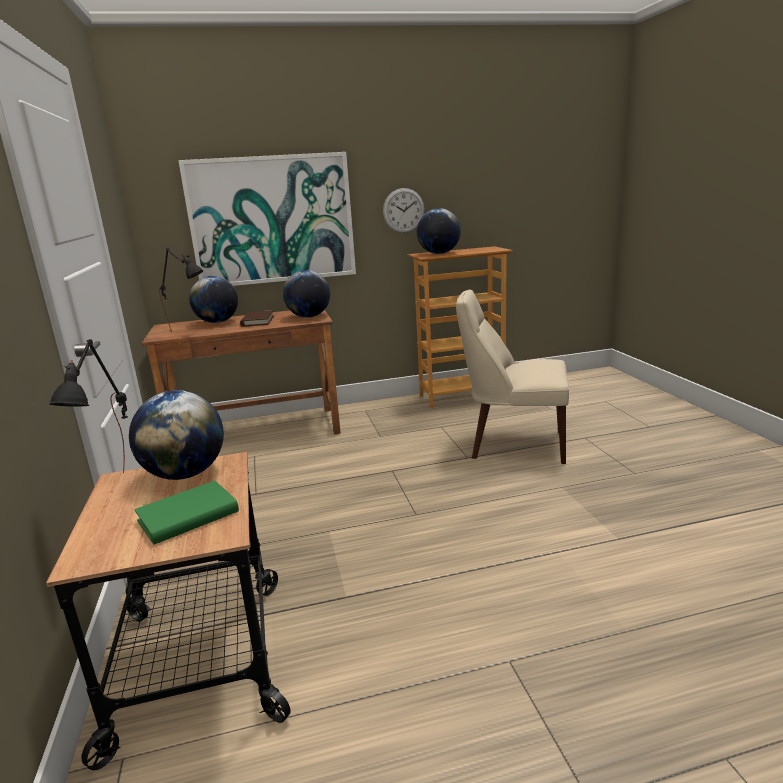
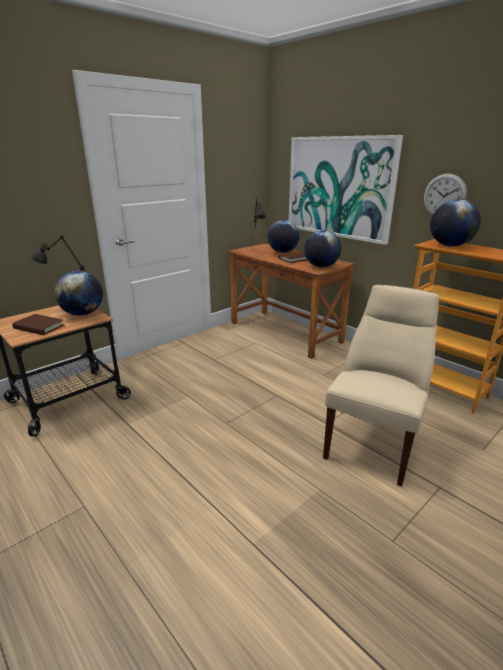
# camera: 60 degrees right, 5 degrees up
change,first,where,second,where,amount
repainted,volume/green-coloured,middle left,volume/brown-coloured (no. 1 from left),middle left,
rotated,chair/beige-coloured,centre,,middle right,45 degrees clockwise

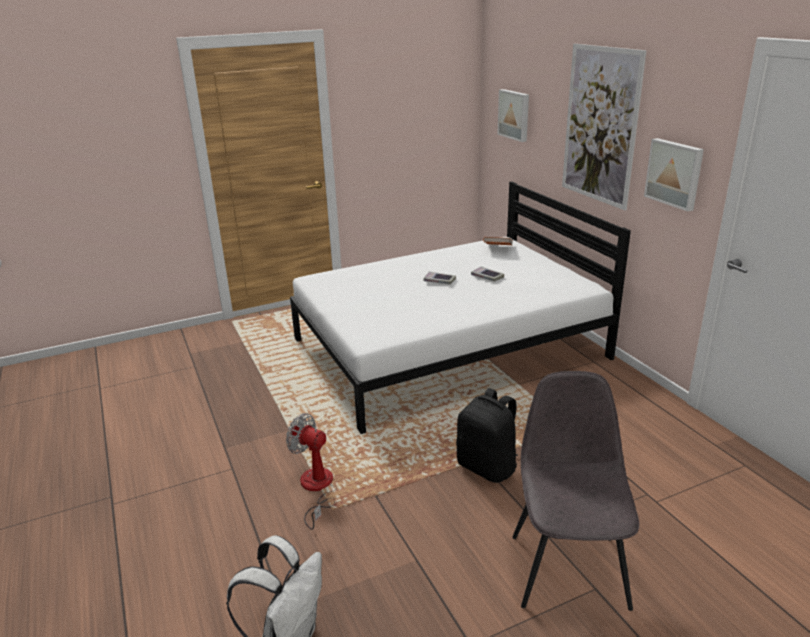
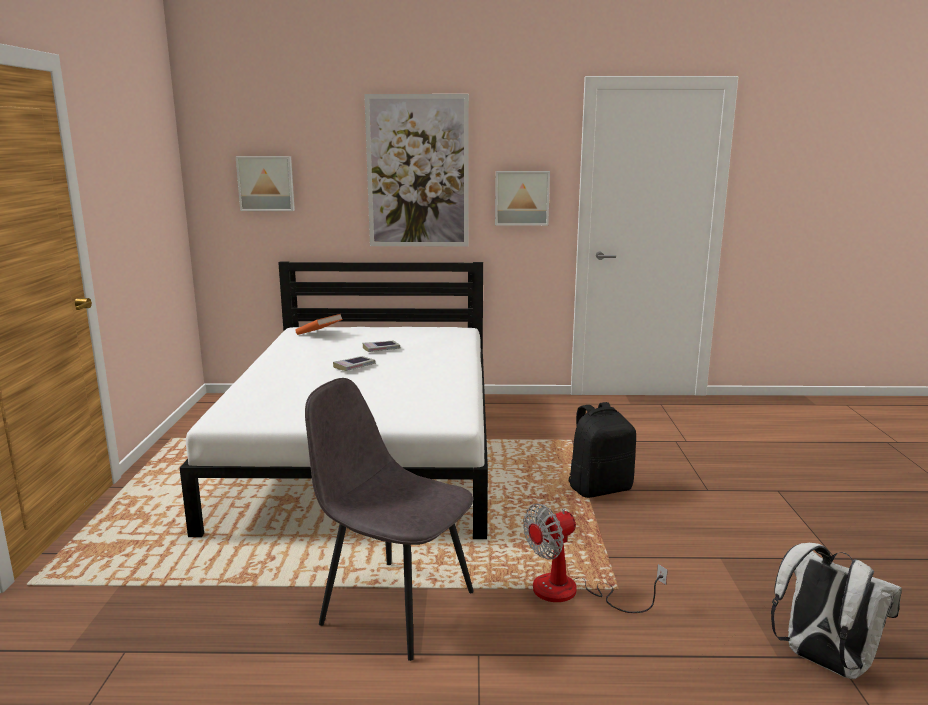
# camera: 65 degrees left, 10 degrees down
change,first,where,second,where,amount
shifted,chair/greyish,bottom right,,bottom centre,

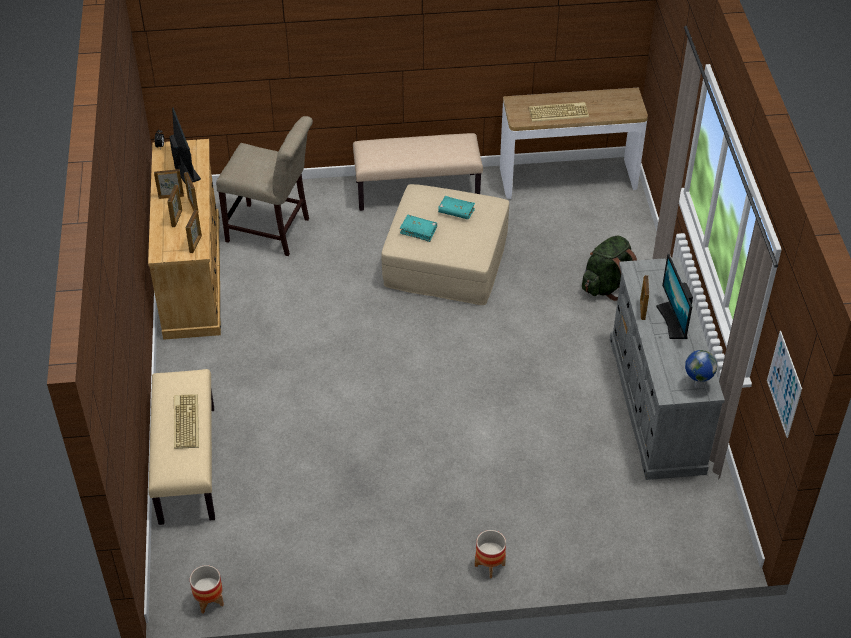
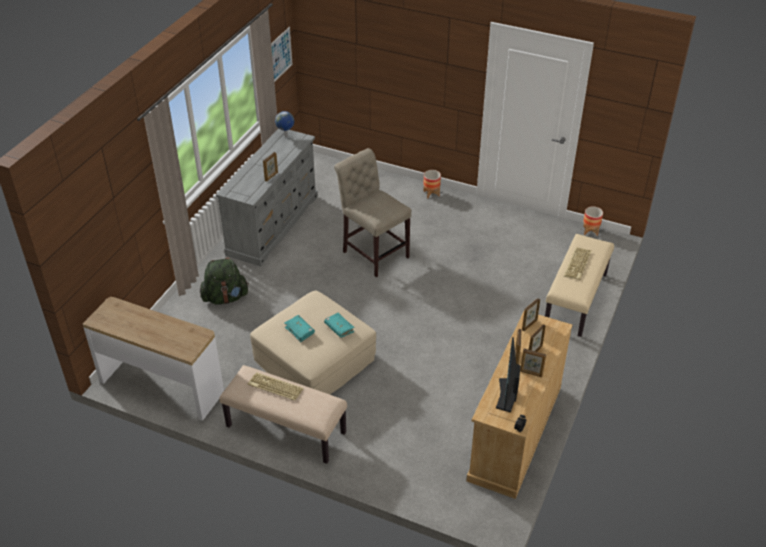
# camera: 150 degrees left, 5 degrees down
change,first,where,second,where,amount
gone,computer display (no. 2 from left),middle right,,,
shifted,chair/beige-coloured,top left,,centre,
shifted,PC keyboard (no. 2 from left in the first image),top centre,PC keyboard (no. 1 from left),bottom centre,

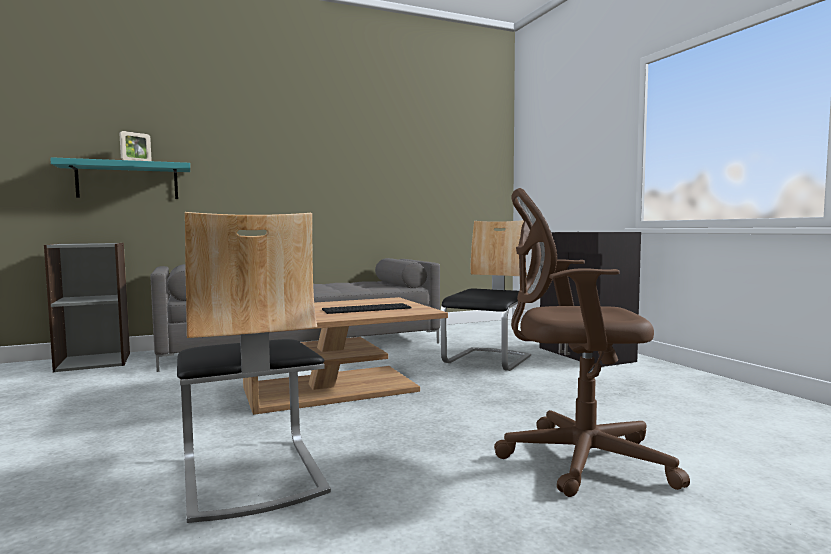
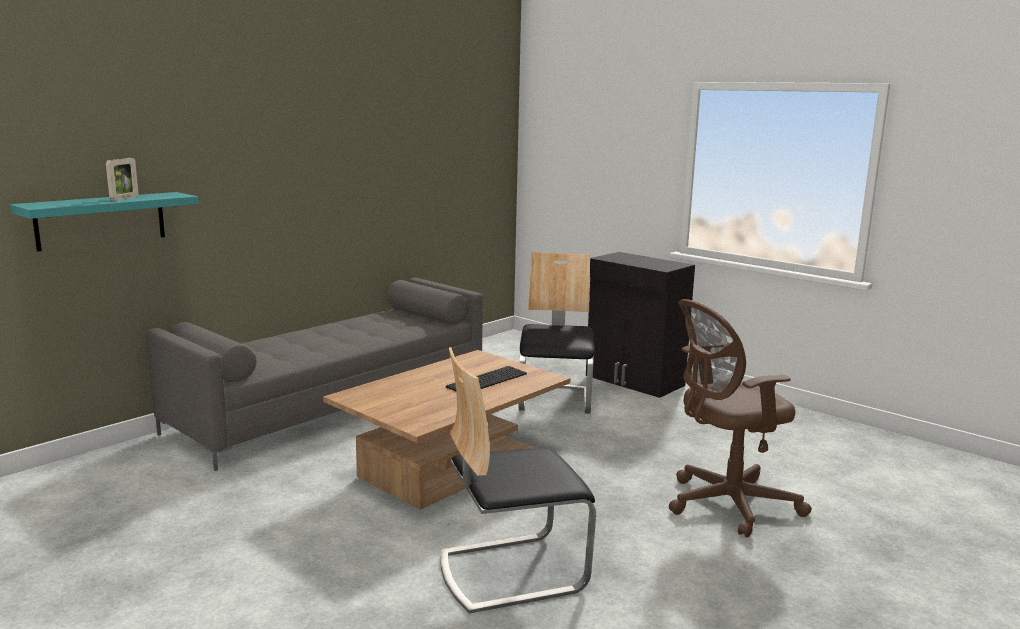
# camera: 25 degrees left, 10 degrees up
change,first,where,second,where,amount
gone,bookcase/greyish,middle left,,,
rotated,chair (no. 1 from left),middle left,,bottom centre,120 degrees clockwise

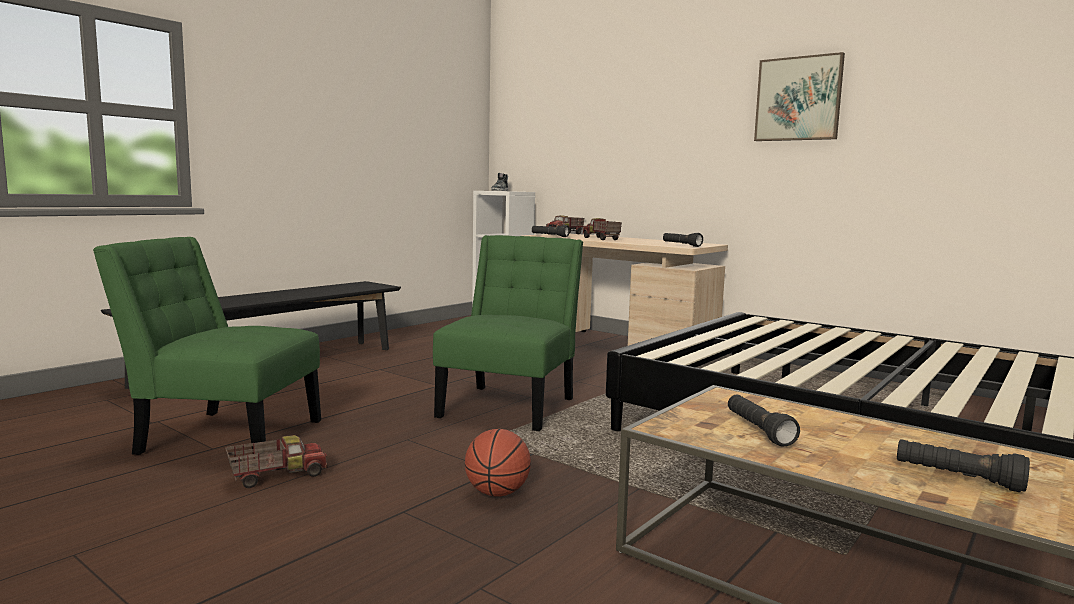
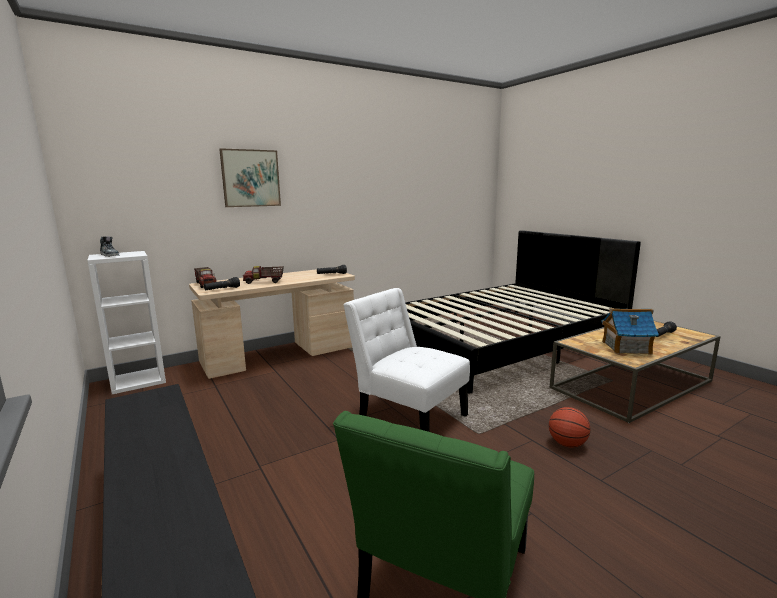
# camera: 70 degrees left, 5 degrees up
change,first,where,second,where,amount
gone,toy truck (no. 1 from left),bottom left,,,
shifted,wall art,top right,,top left,
swapped,hand torch/black (no. 3 from left),bottom right,toy house,middle right,
repainted,chair/green-coloured (no. 2 from left),centre,chair/whitish,centre,

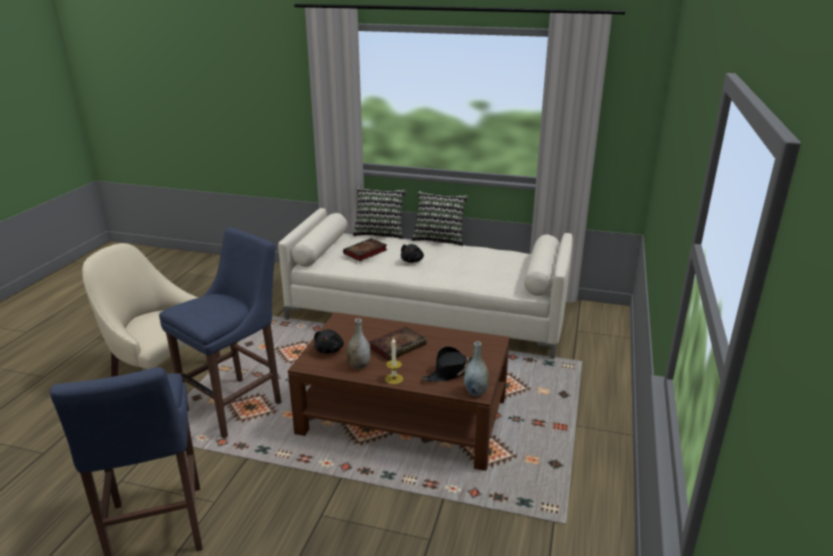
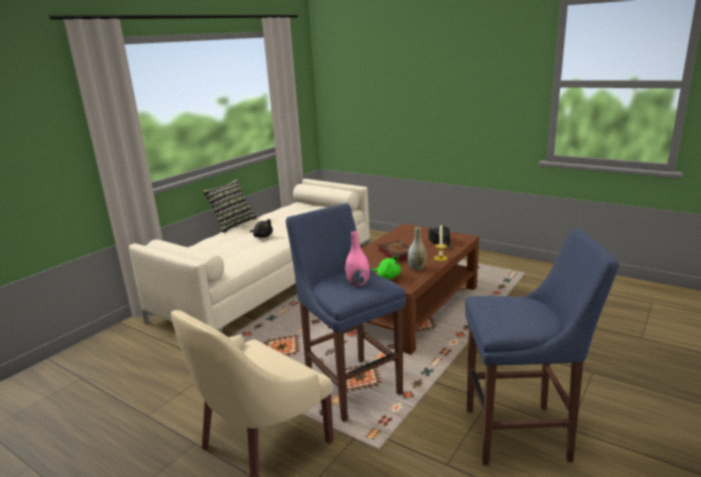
# camera: 70 degrees left, 5 degrees down
change,first,where,second,where,amount
gone,volume (no. 1 from left),centre,,,
gone,cushion (no. 1 from left),centre,,,
gone,decorative vase/greyish (no. 2 from left),centre,,,
new,,,decorative vase/pink,centre,
repainted,soft toy/black (no. 1 from left),centre,soft toy/green-coloured,centre,

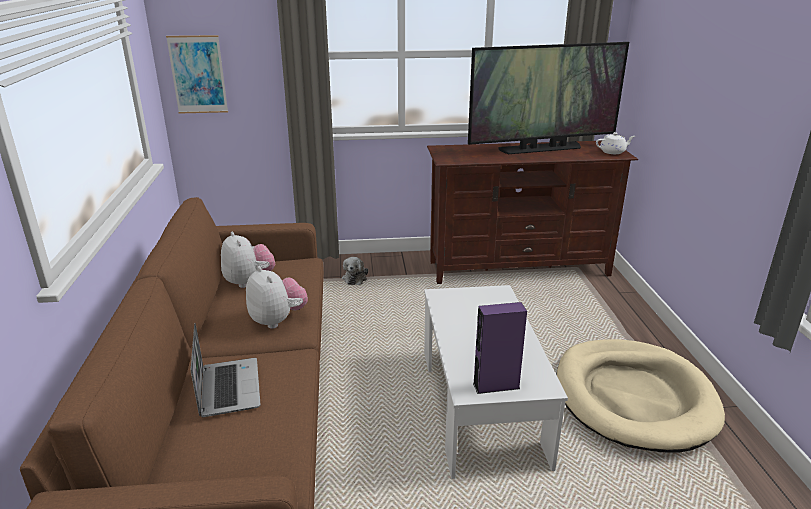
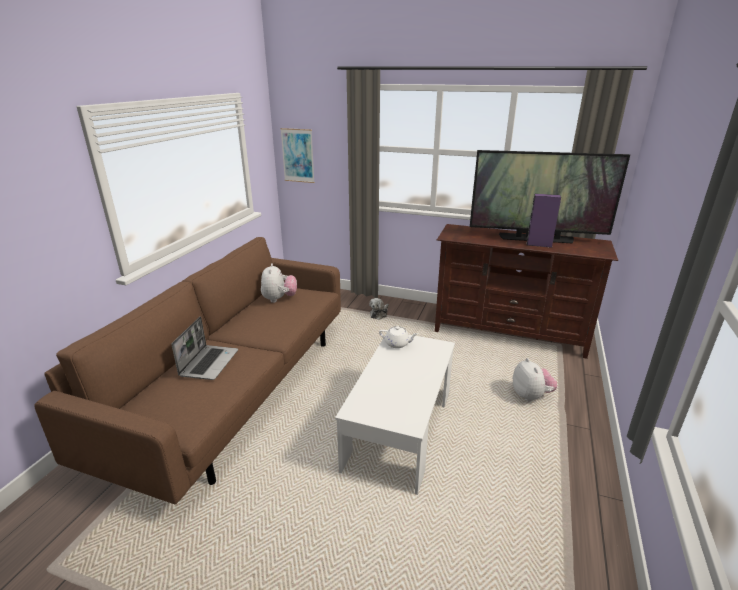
# camera: 25 degrees right, 0 degrees up
change,first,where,second,where,amount
gone,pet bed/beige-coloured,bottom right,,,
shifted,soft toy (no. 2 from left in the first image),centre,soft toy (no. 3 from left),middle right,
shifted,loudspeaker/purple-coloured,bottom centre,,middle right,
shifted,pot for tea/whitish,top right,,centre,

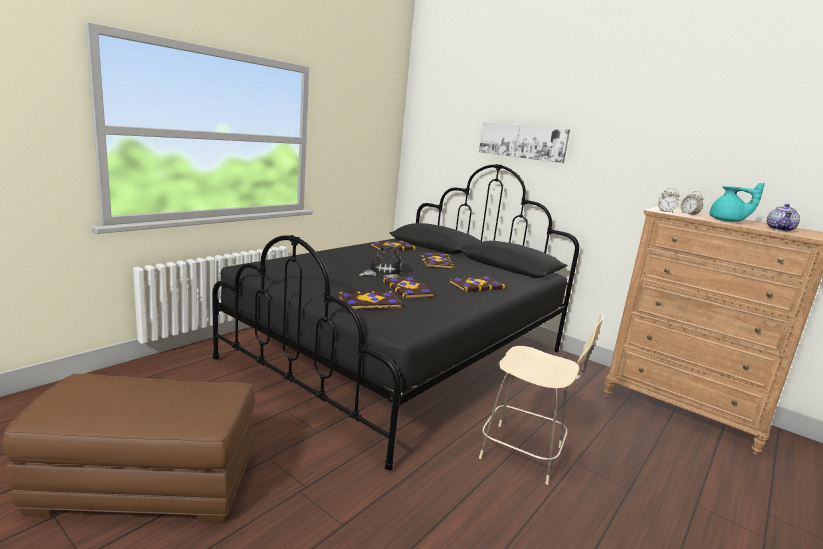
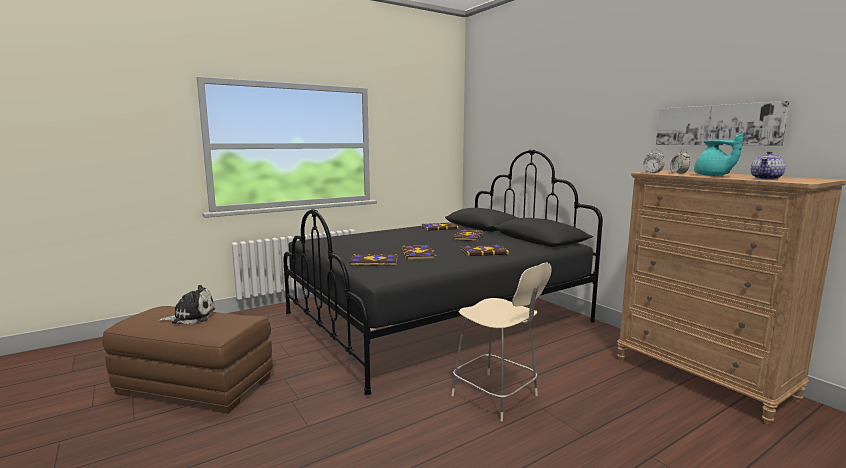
# camera: 20 degrees right, 5 degrees down
change,first,where,second,where,amount
shifted,soft toy,centre,,middle left,
shifted,wall art,top centre,,top right,

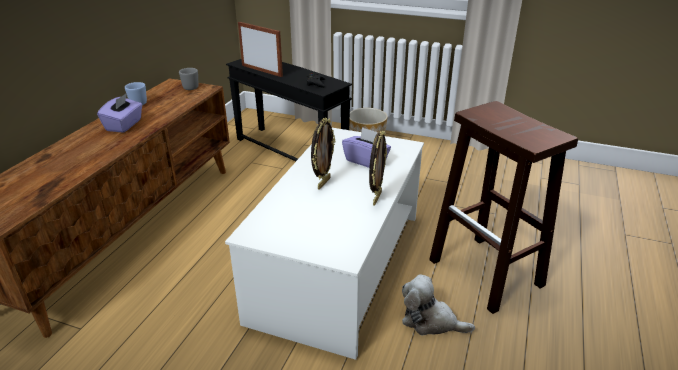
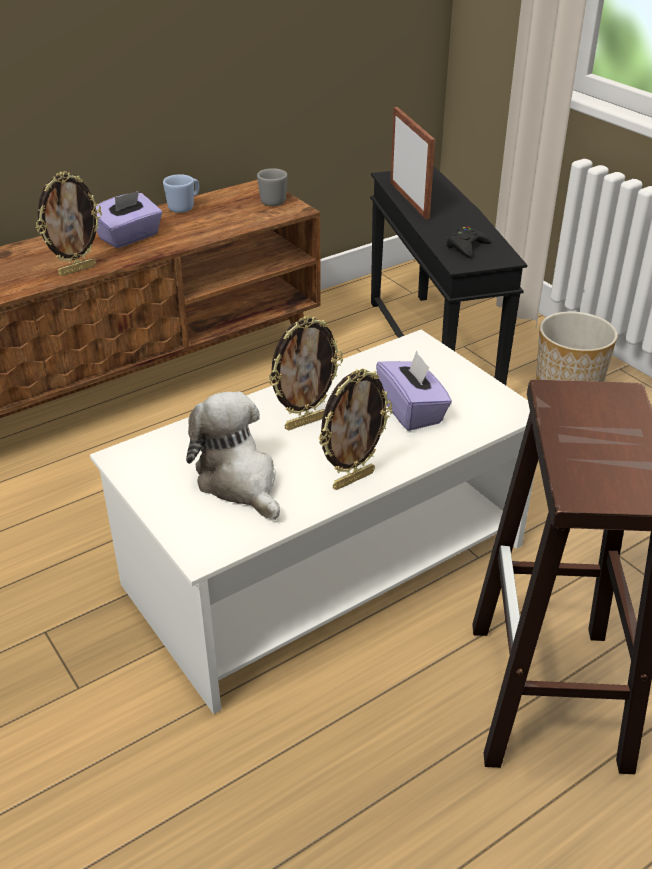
# camera: 35 degrees right, 5 degrees up
change,first,where,second,where,amount
new,,,standing frame (no. 1 from left),top left,
shifted,soft toy,bottom centre,,centre,

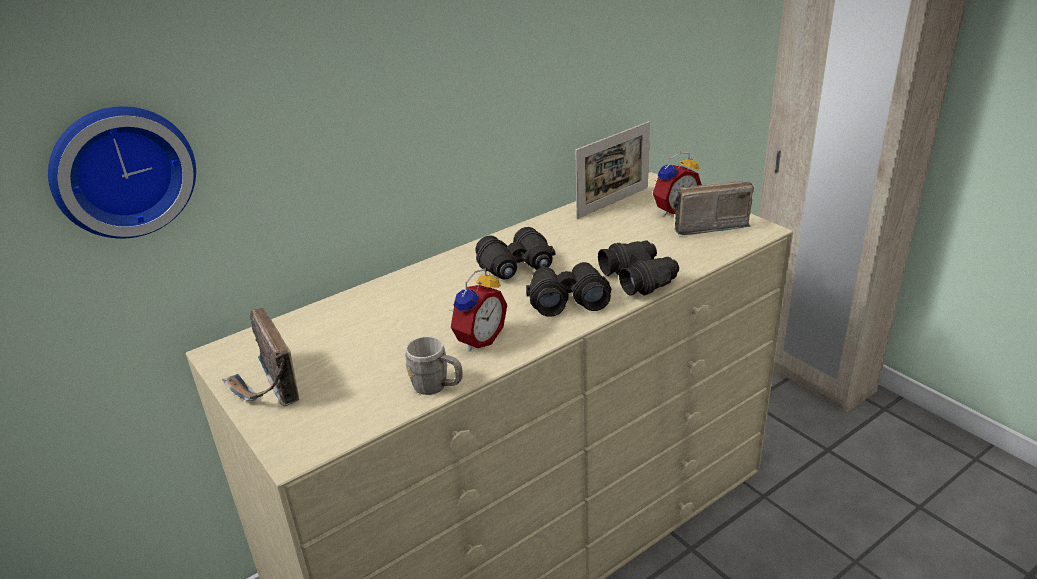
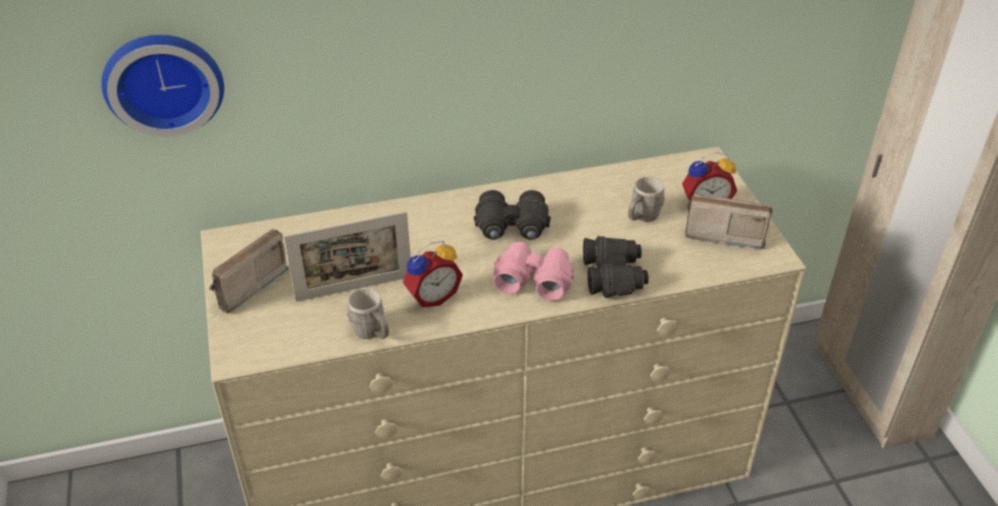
# camera: 20 degrees right, 10 degrees up
change,first,where,second,where,amount
new,,,tea mug/greyish (no. 2 from left),centre,
shifted,standing frame,top centre,,centre,
repainted,binoculars/black (no. 2 from left),centre,binoculars/pink,centre,
rotated,radio receiver (no. 1 from left),middle left,,middle left,45 degrees clockwise

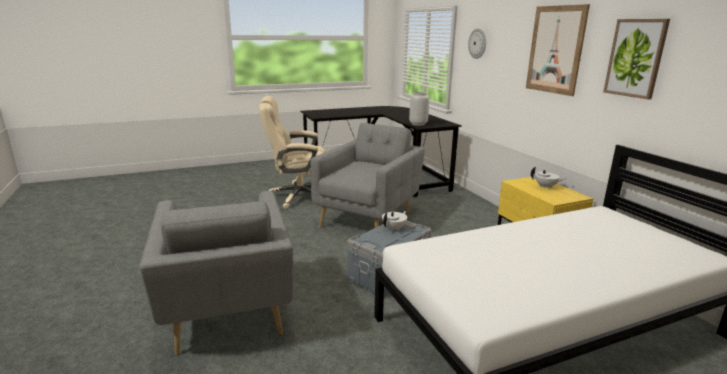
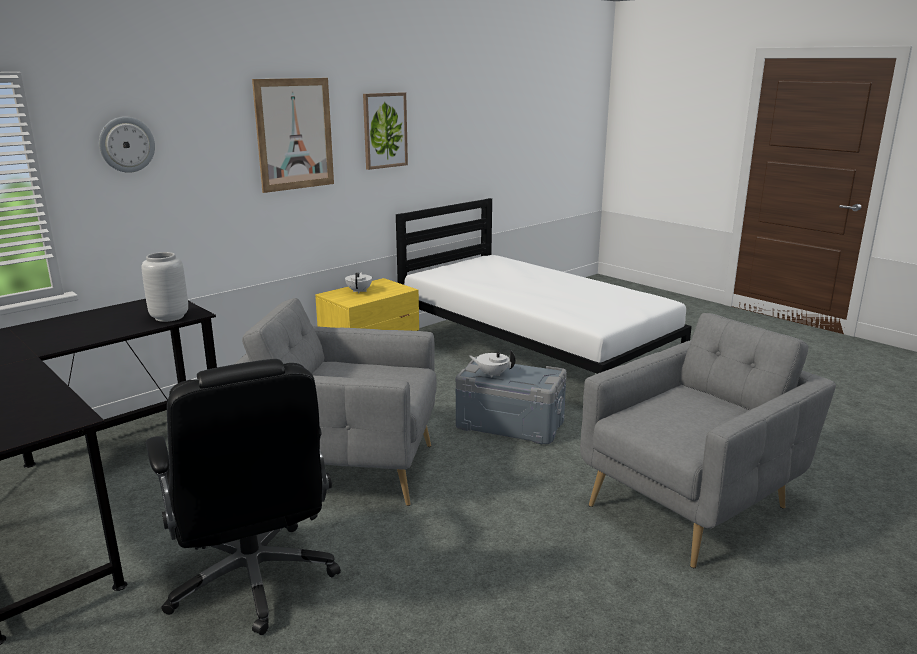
# camera: 110 degrees left, 0 degrees up
change,first,where,second,where,amount
repainted,desk chair/beige-coloured,centre,desk chair/black,bottom left,

